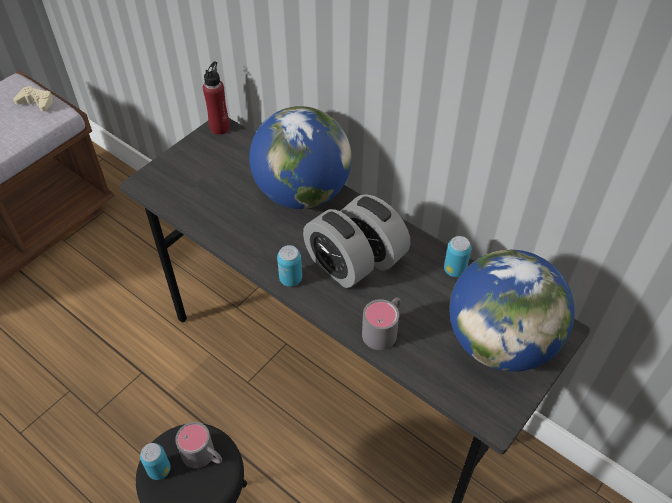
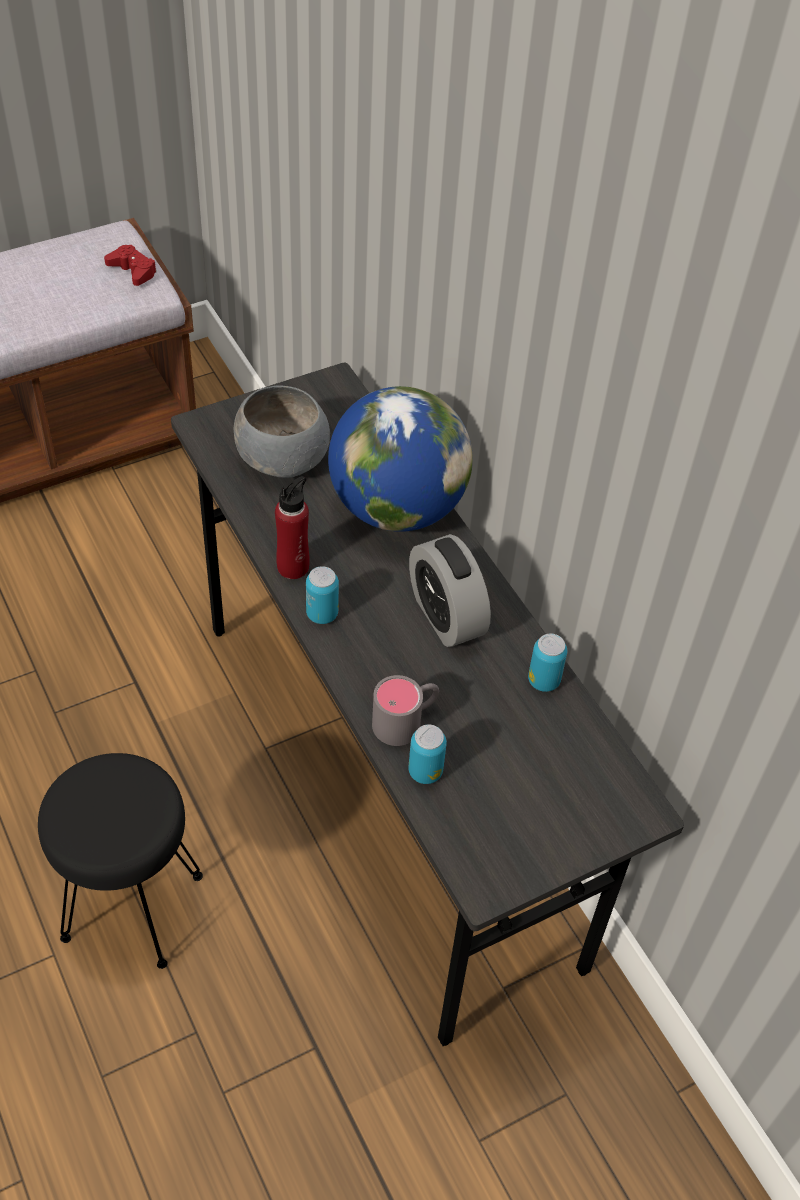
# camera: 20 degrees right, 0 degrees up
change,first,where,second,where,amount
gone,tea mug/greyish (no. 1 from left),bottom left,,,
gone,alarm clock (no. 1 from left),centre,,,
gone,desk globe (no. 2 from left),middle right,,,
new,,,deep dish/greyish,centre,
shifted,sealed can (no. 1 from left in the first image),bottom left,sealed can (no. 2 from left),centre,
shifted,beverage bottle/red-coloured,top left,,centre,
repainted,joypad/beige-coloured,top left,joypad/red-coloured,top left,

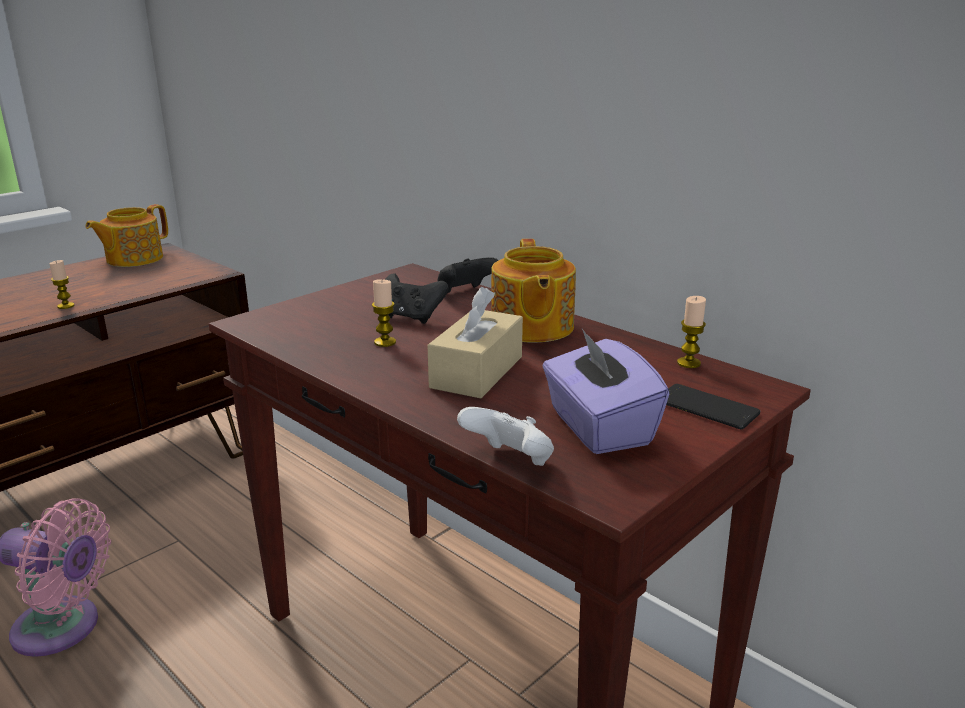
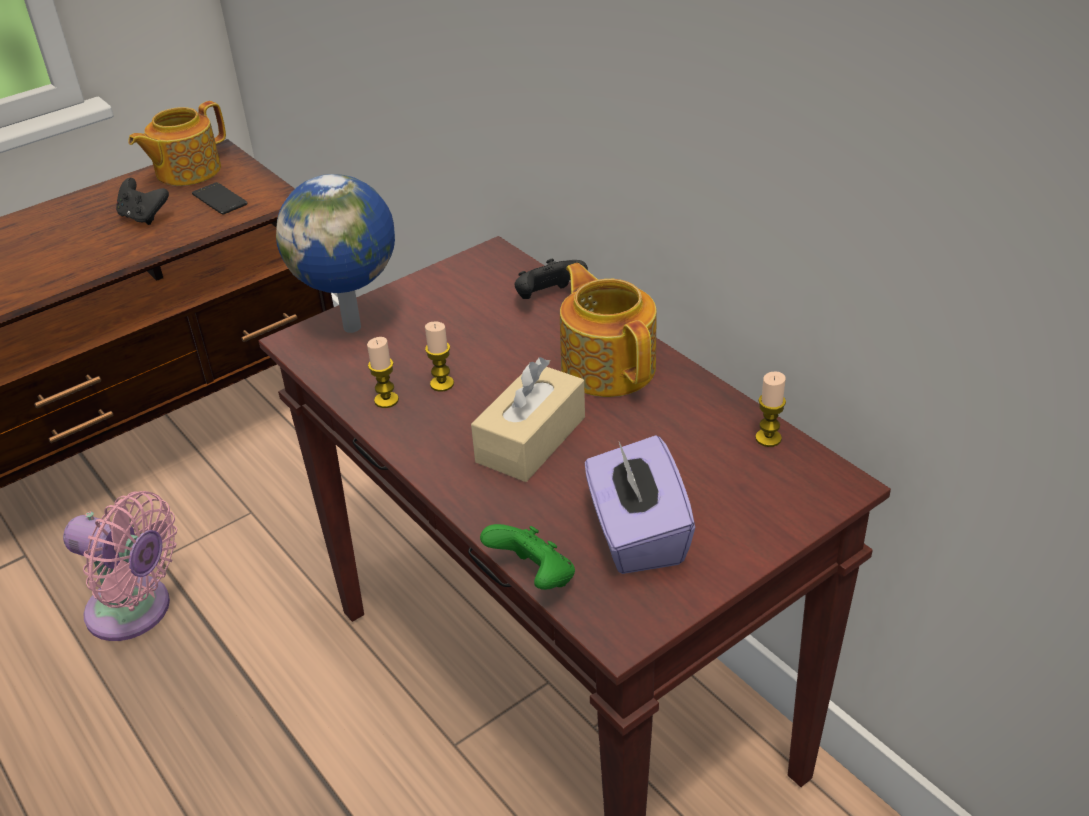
# camera: 10 degrees right, 15 degrees up
change,first,where,second,where,amount
new,,,desk globe,top left,
shifted,candle (no. 1 from left),middle left,,centre,
shifted,joypad/black (no. 1 from left),centre,,top left,
shifted,handset,middle right,,top left,
repainted,joypad/whitish,centre,joypad/green-coloured,bottom centre,
rotated,pot for tea (no. 2 from left),centre,,centre,150 degrees clockwise

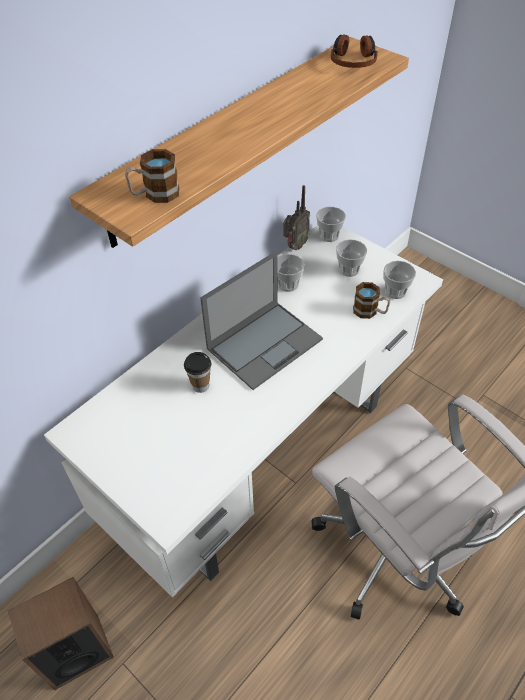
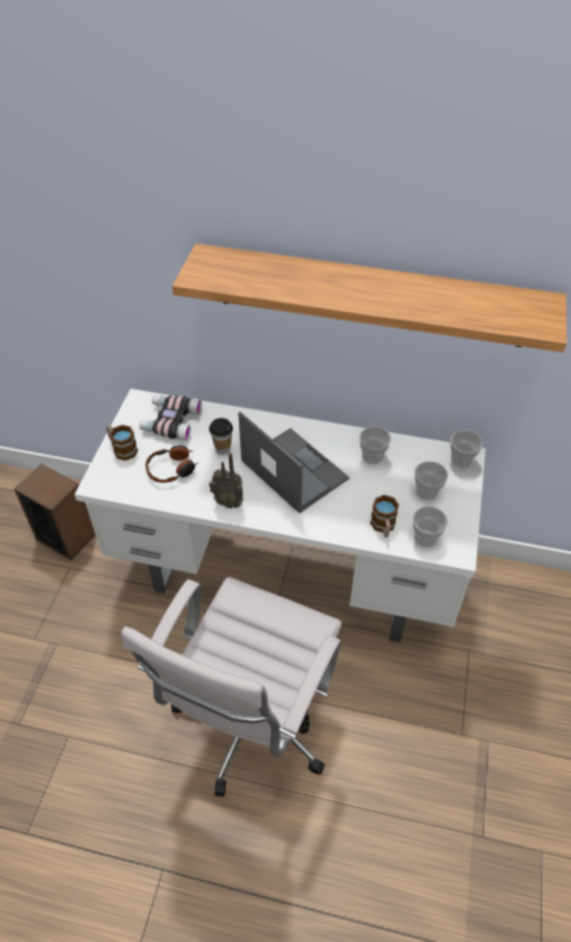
# camera: 60 degrees right, 0 degrees up
change,first,where,second,where,amount
new,,,binoculars,middle left,
shifted,tea mug (no. 1 from left),top left,,middle left,
shifted,radio receiver,top centre,,centre,
shifted,headphones,top right,,middle left,
rotated,laptop,centre,,centre,150 degrees counterclockwise

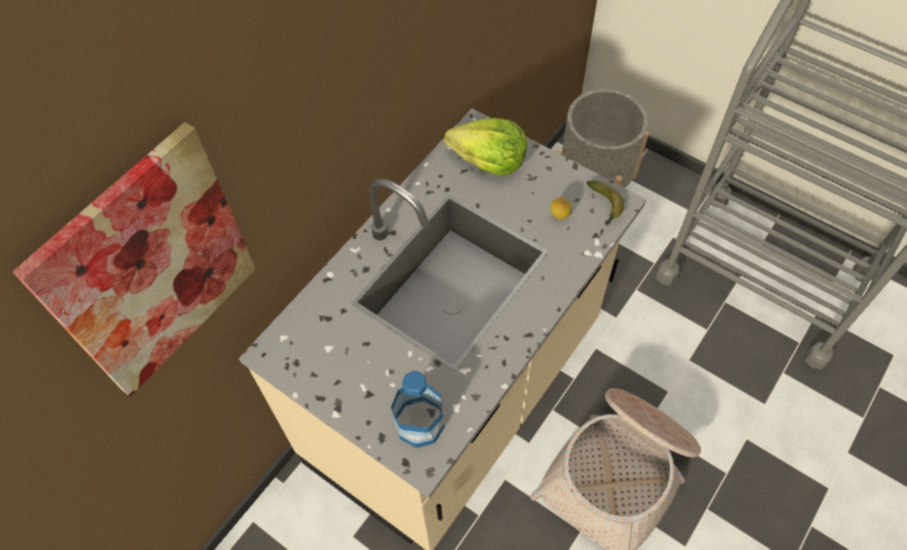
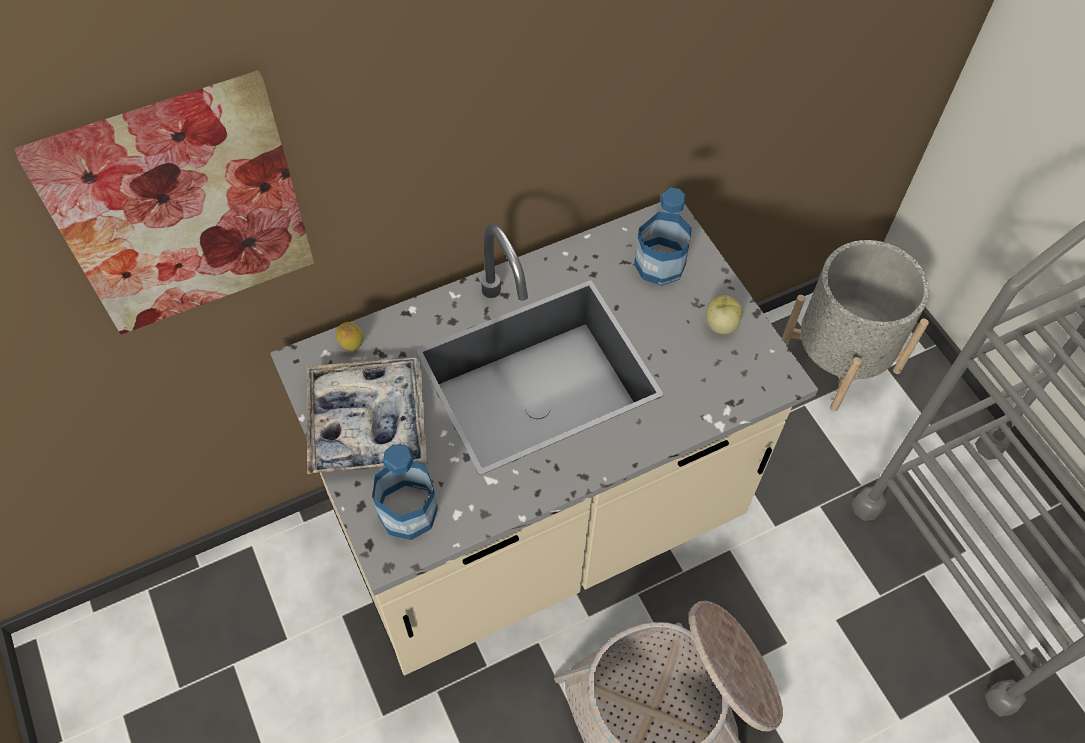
# camera: 25 degrees right, 0 degrees up
change,first,where,second,where,amount
gone,banana fruit,middle right,,,
new,,,tray,centre,
new,,,whole apple,middle right,
shifted,whole lemon,centre,,middle left,
swapped,lettuce,top centre,beverage bottle (no. 2 from left),top centre,

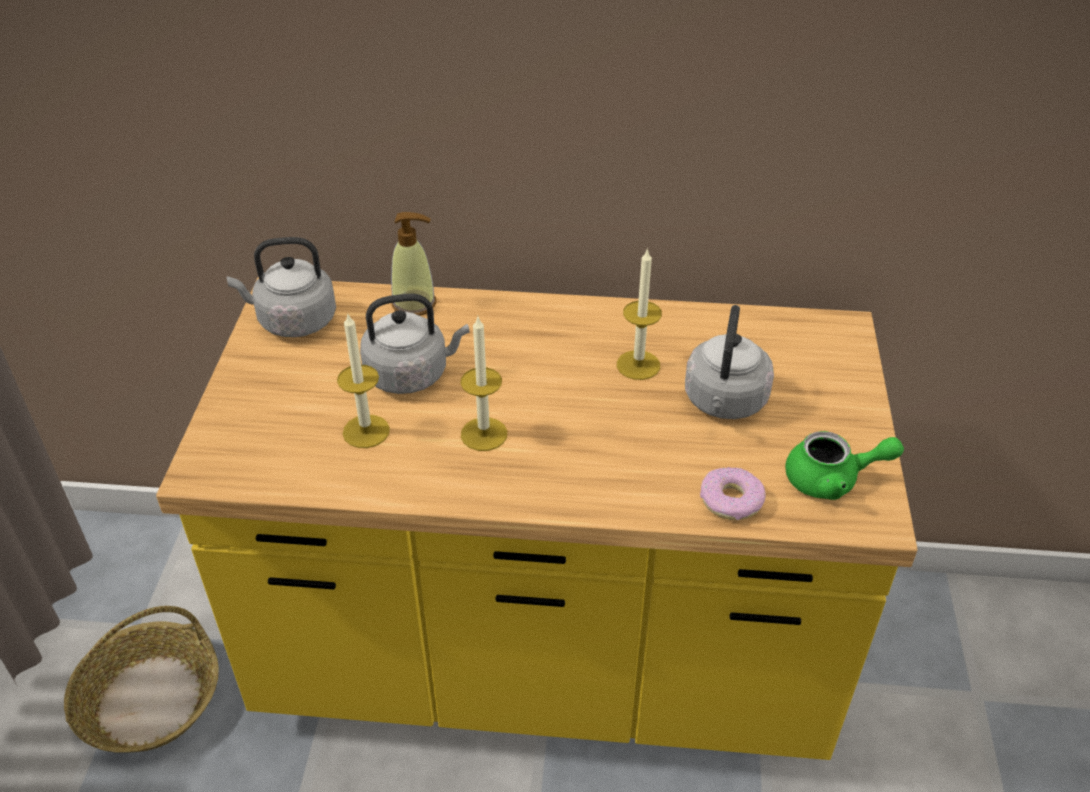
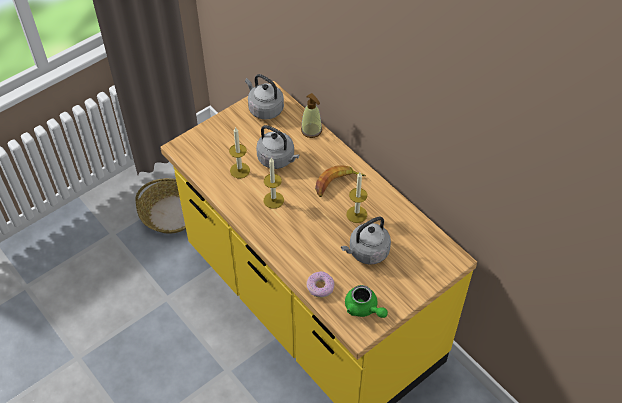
# camera: 45 degrees right, 10 degrees up
change,first,where,second,where,amount
new,,,banana fruit,centre,

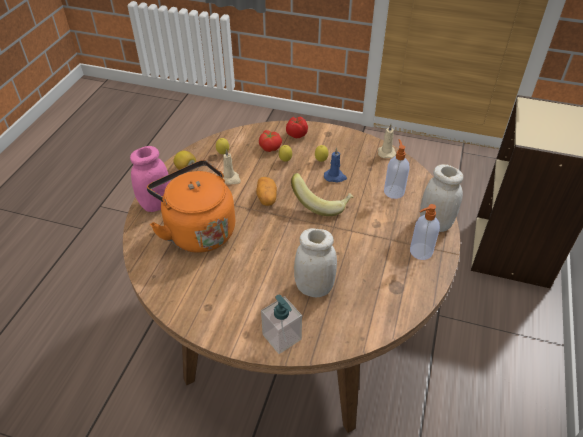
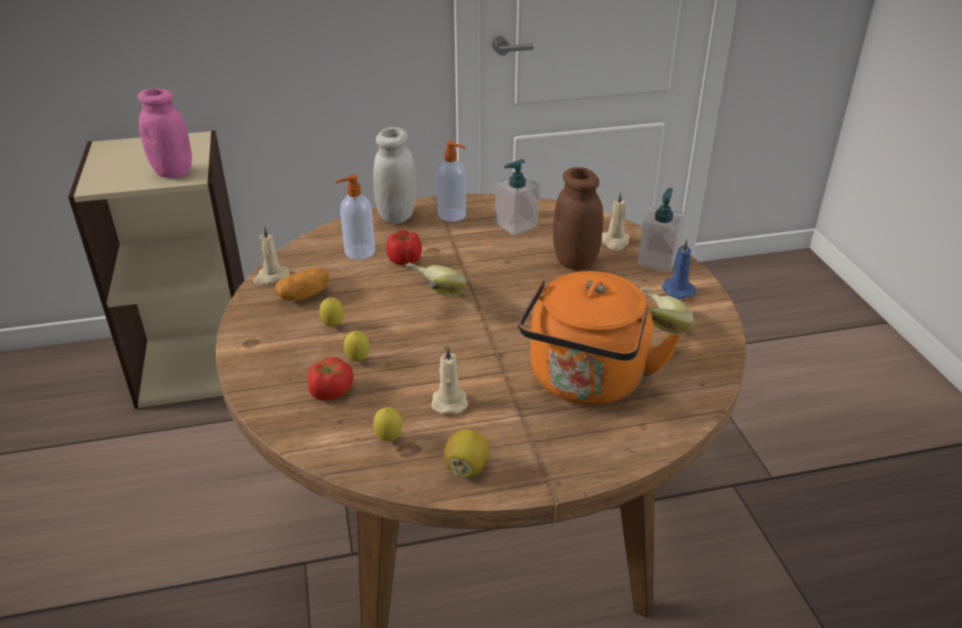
# camera: 120 degrees left, 10 degrees down
change,first,where,second,where,amount
new,,,soap dispenser (no. 3 from left),top centre,
new,,,candle/beige-coloured (no. 3 from left),centre,
new,,,banana fruit (no. 2 from left),middle right,
shifted,preserve jar/pink,middle left,,top left,
shifted,whole potato,centre,,middle left,
shifted,whole tomato (no. 2 from left),top centre,,centre,
shifted,candle/blue-coloured,centre,,middle right,
repainted,preserve jar/whitish (no. 1 from left),centre,preserve jar/brown-coloured,centre,

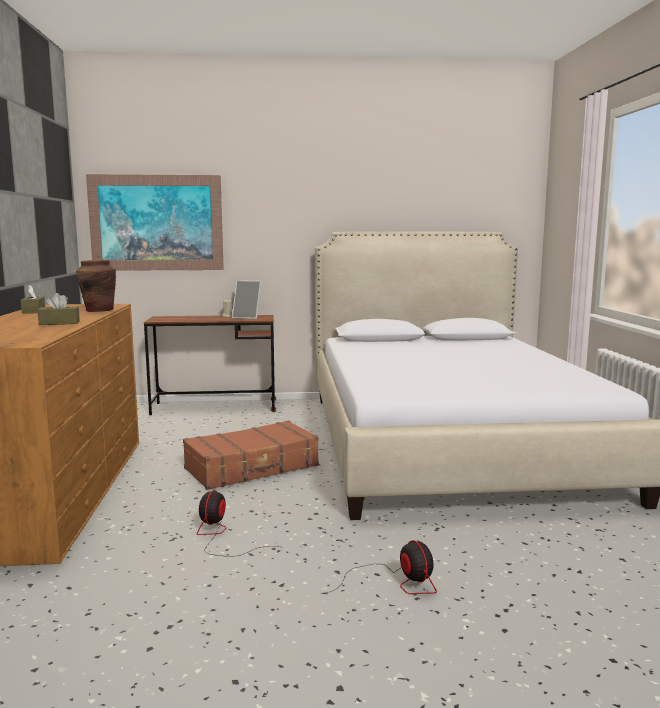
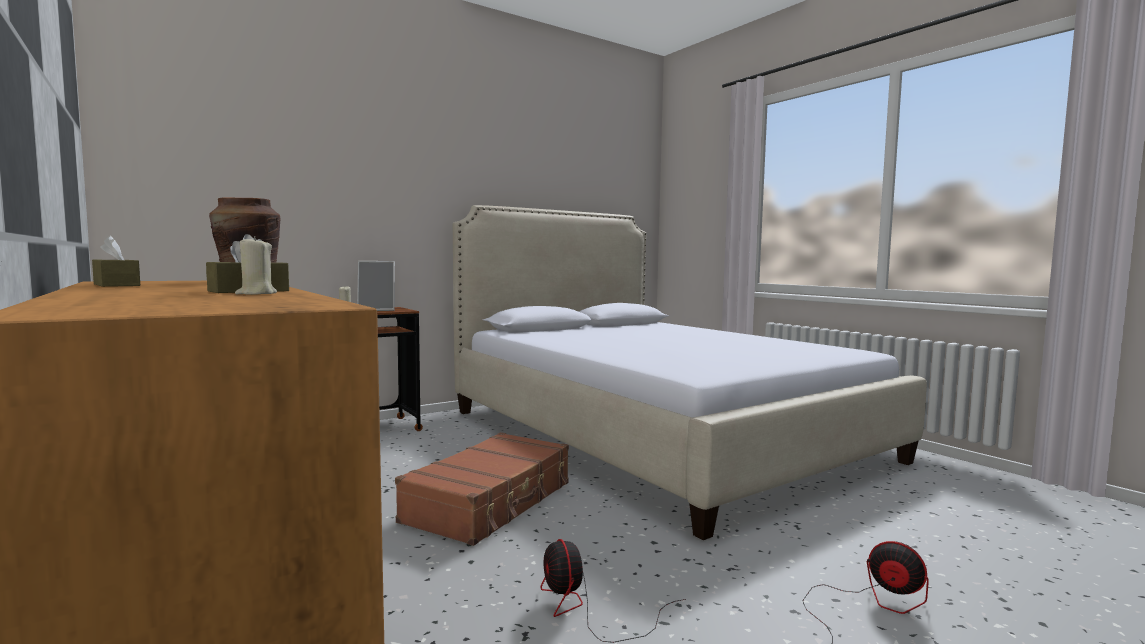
# camera: 30 degrees left, 5 degrees down
change,first,where,second,where,amount
gone,wall art,top left,,,
new,,,candle/beige-coloured (no. 1 from left),middle left,

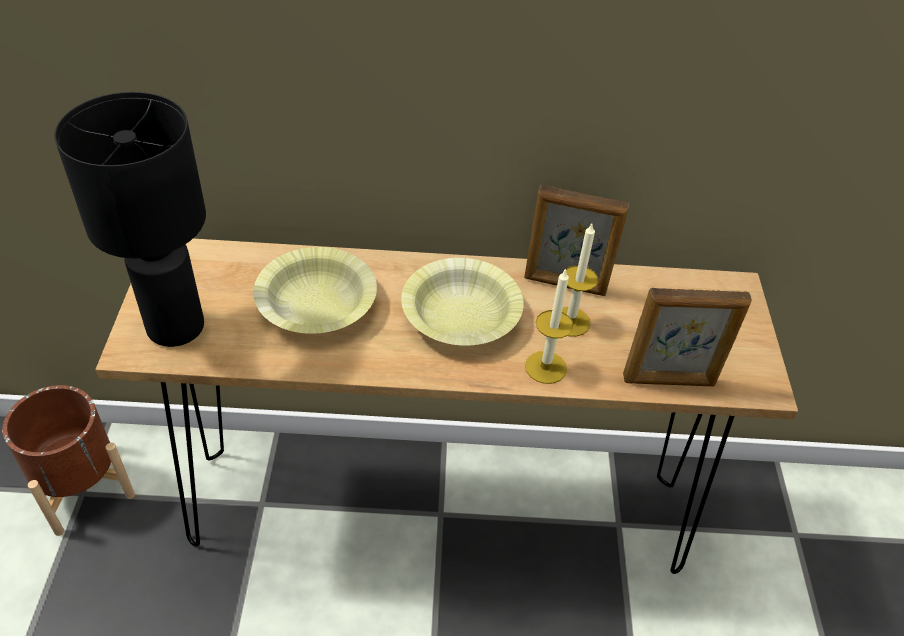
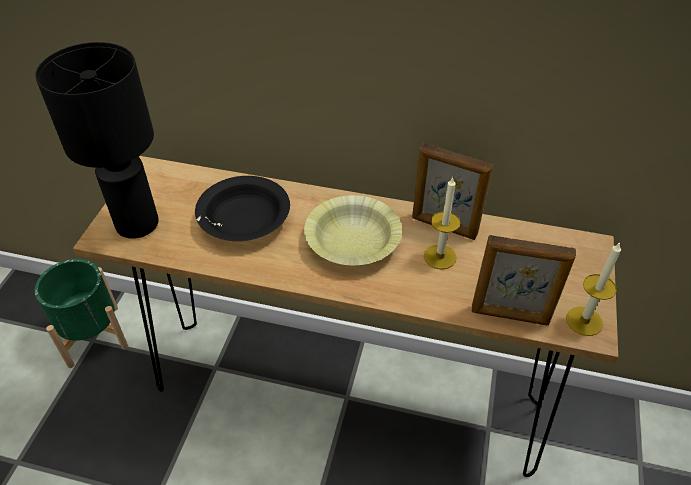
# camera: 15 degrees right, 0 degrees up
change,first,where,second,where,amount
shifted,candle (no. 1 from left in the first image),centre,candle (no. 2 from left),middle right,
repainted,planter/brown-coloured,bottom left,planter/green-coloured,middle left,
repainted,deep dish/yellow (no. 1 from left),centre,deep dish/black,centre,

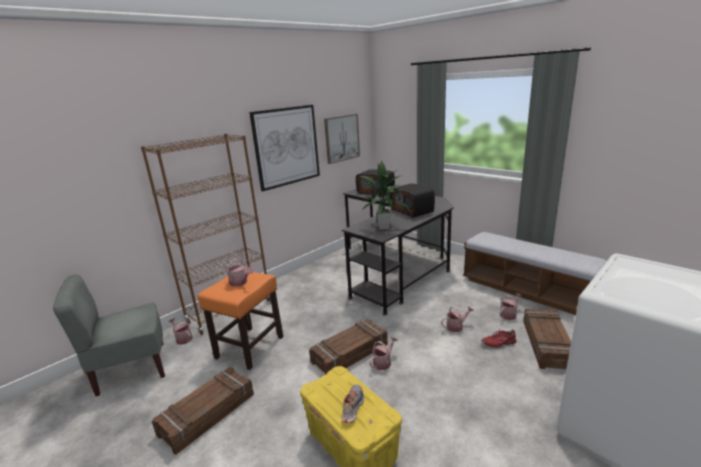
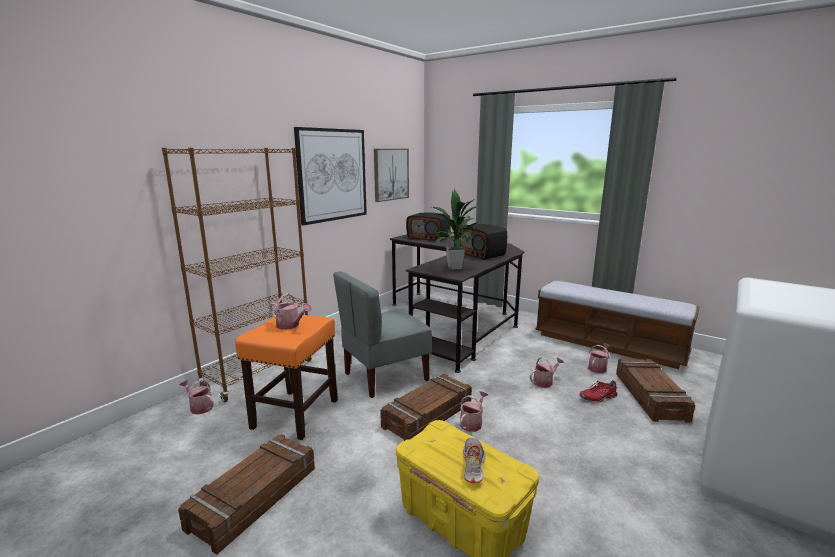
# camera: 10 degrees left, 5 degrees down
change,first,where,second,where,amount
shifted,chair/greyish,bottom left,,centre,

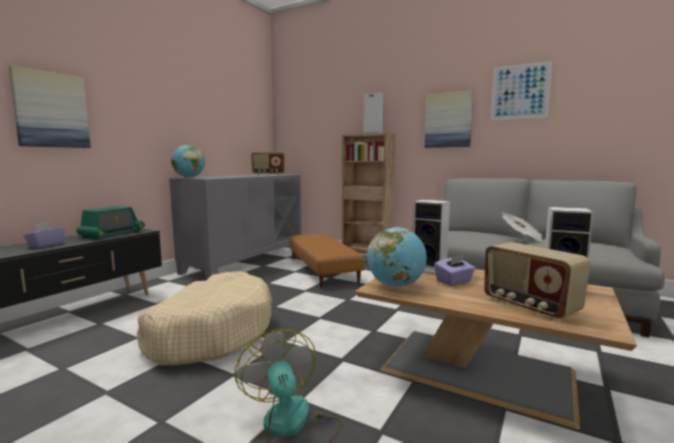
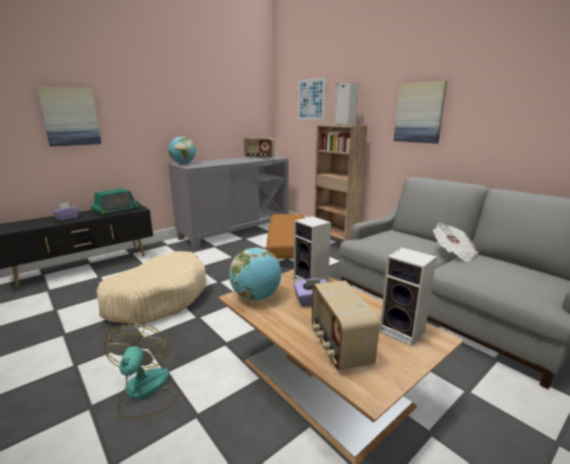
# camera: 20 degrees right, 10 degrees up
change,first,where,second,where,amount
shifted,wall art (no. 3 from left in the first image),top right,wall art (no. 2 from left),top centre,

